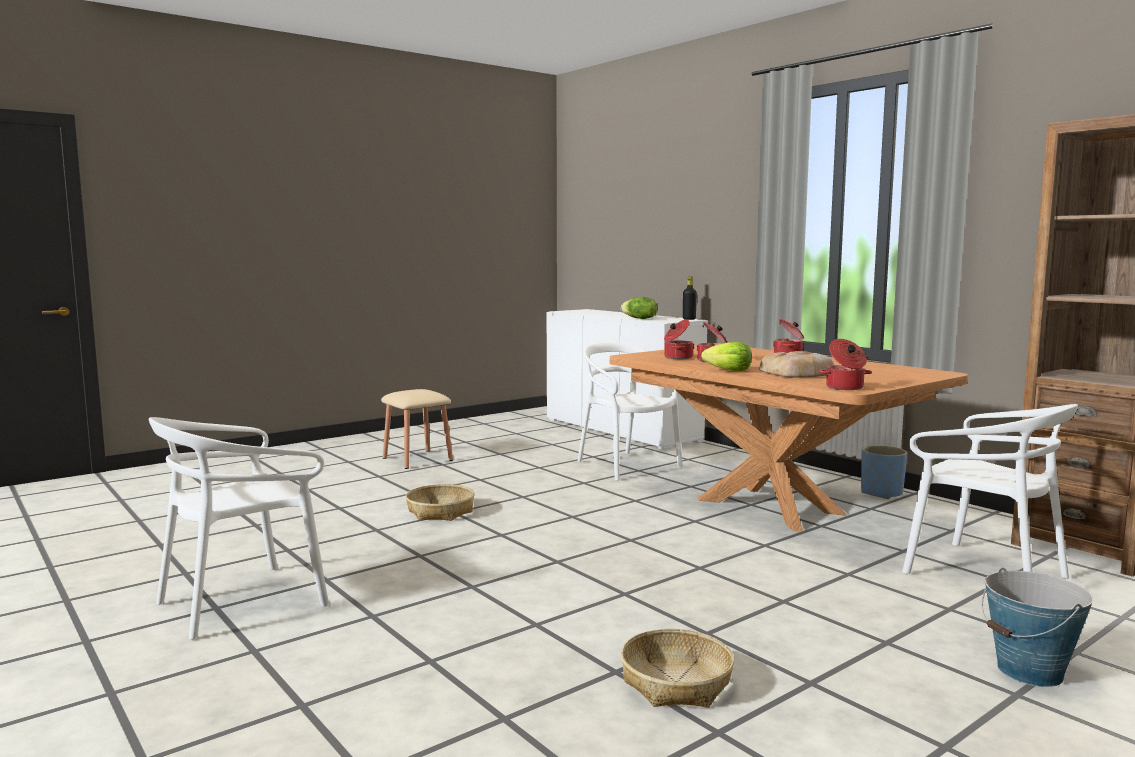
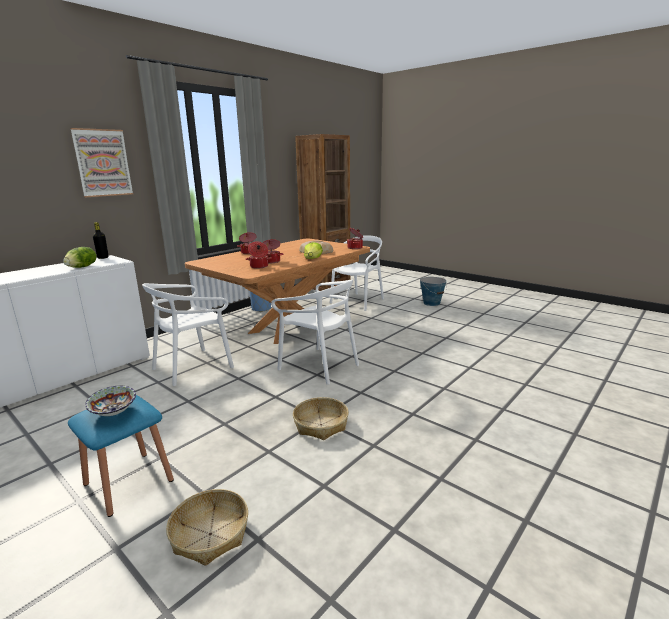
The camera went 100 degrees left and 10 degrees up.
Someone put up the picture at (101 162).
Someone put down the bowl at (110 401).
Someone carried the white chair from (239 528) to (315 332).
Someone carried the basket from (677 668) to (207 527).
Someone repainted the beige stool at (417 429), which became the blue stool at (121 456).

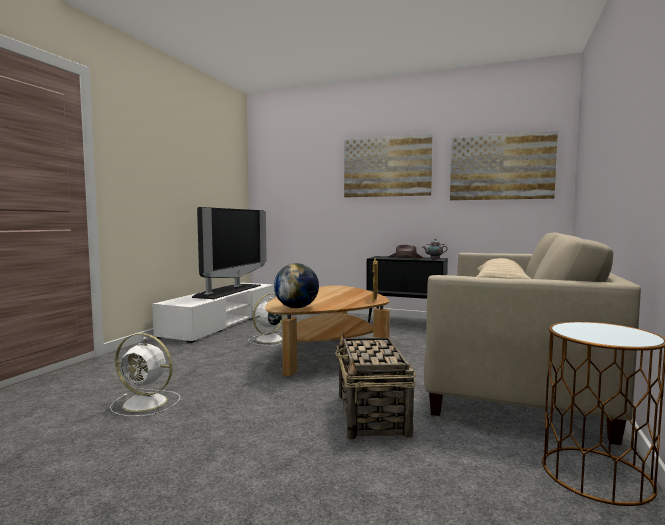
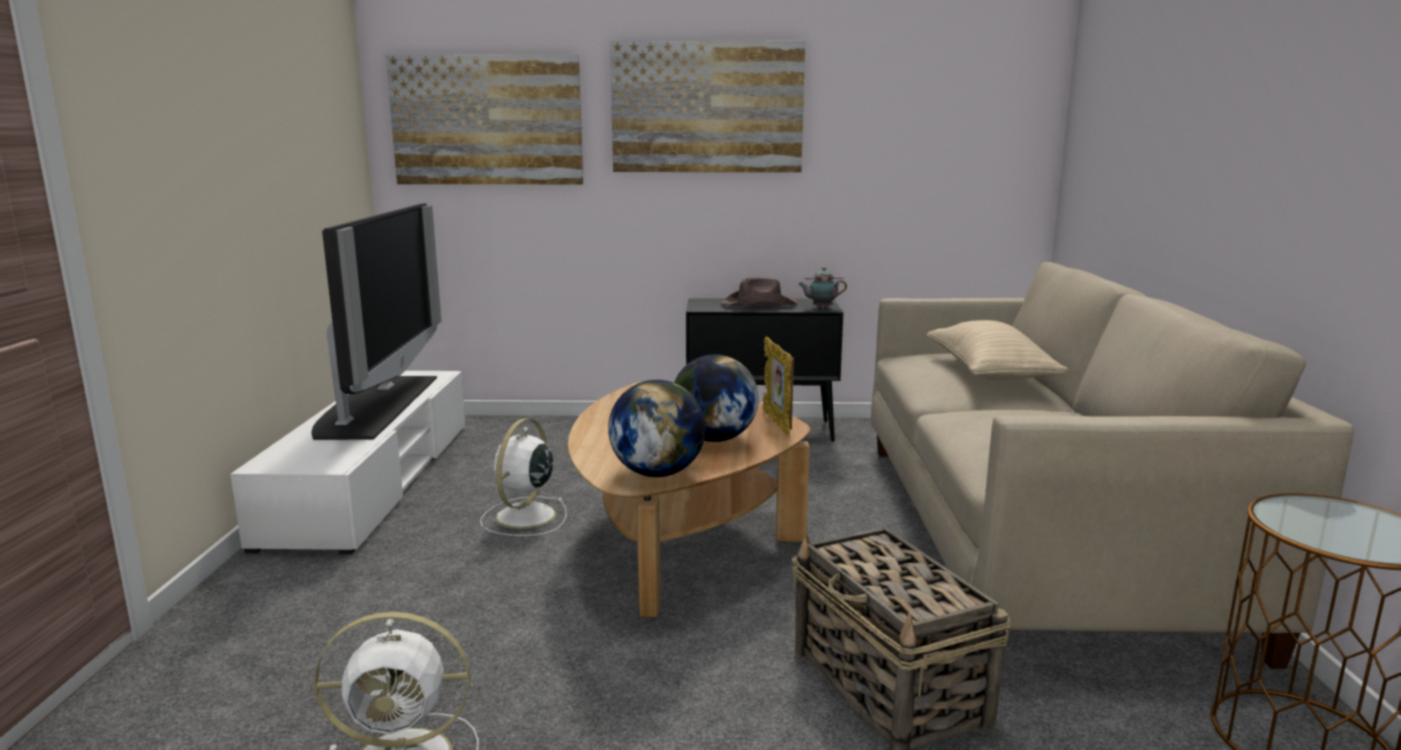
The camera went 20 degrees left and 10 degrees up.
Someone put down the globe at (716 398).
Someone carried the picture from (504 165) to (484 119).

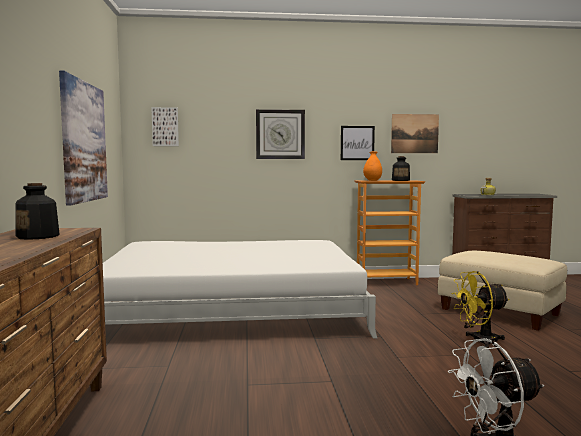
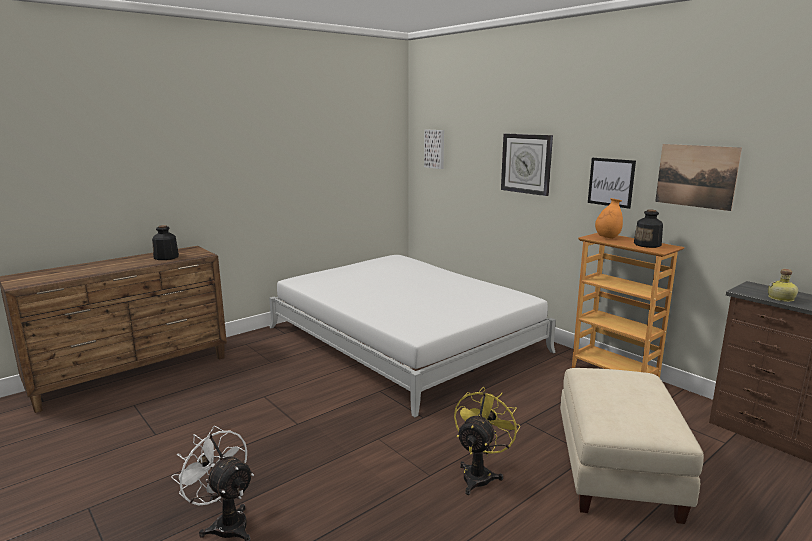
The camera went 55 degrees right and 10 degrees up.
Someone took away the picture at (83 138).
Someone rotated the yellow fan at (480 309) by 75 degrees clockwise.

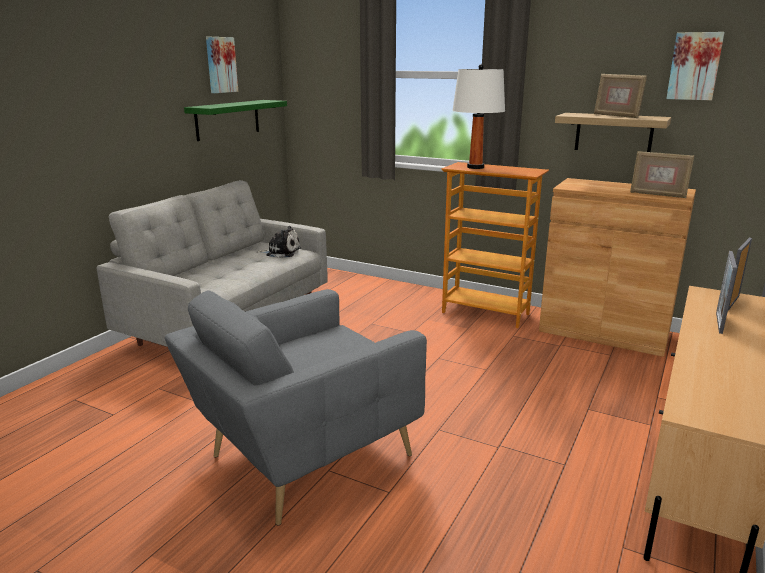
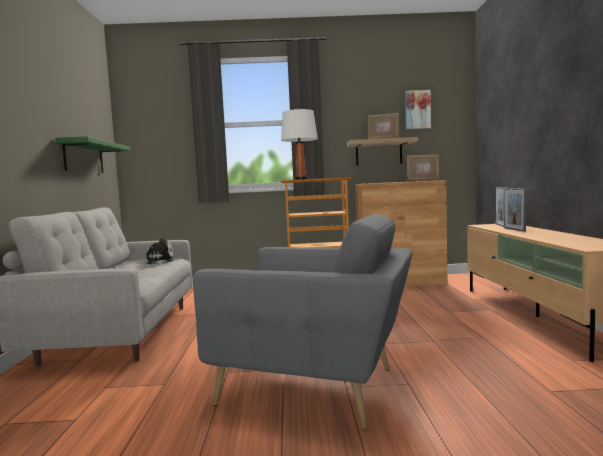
The camera went 30 degrees left and 15 degrees down.
Someone took away the picture at (222 65).
Someone rotated the grey armchair at (296 407) by 90 degrees counterclockwise.

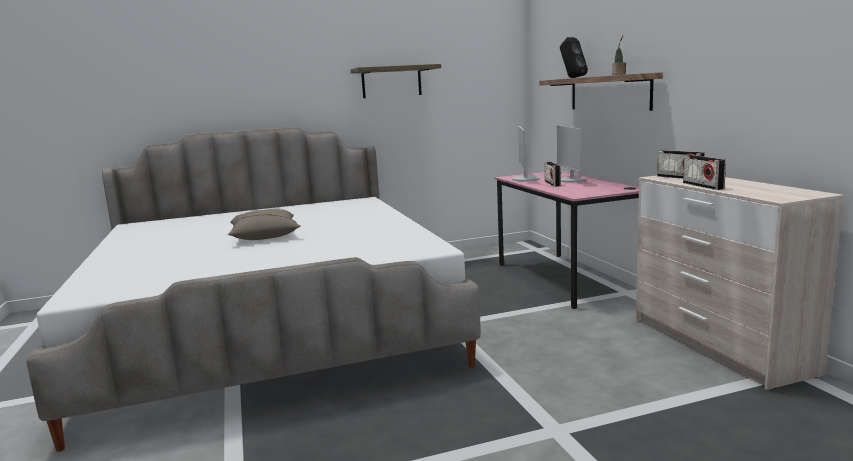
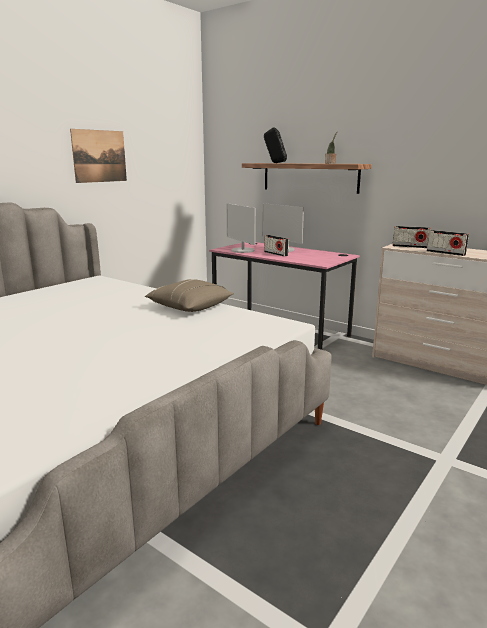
The camera went 35 degrees left and 5 degrees up.
Someone carried the beige pillow from (264 224) to (189 295).
Someone swapped the shelf at (395 81) for the picture at (98 156).

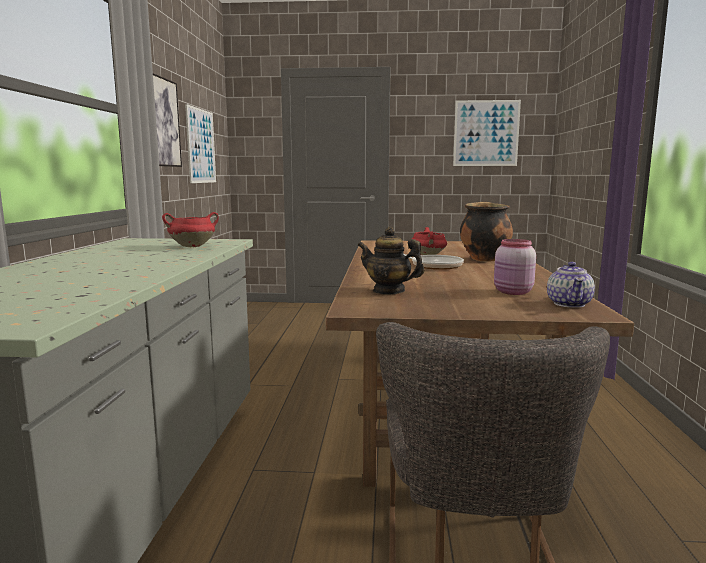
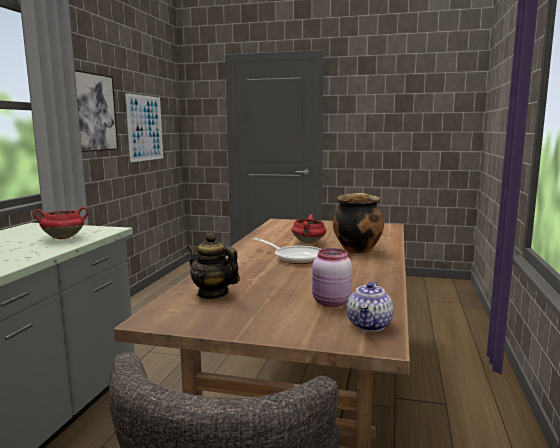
The camera went 10 degrees right and 0 degrees up.
Someone took away the picture at (487 133).

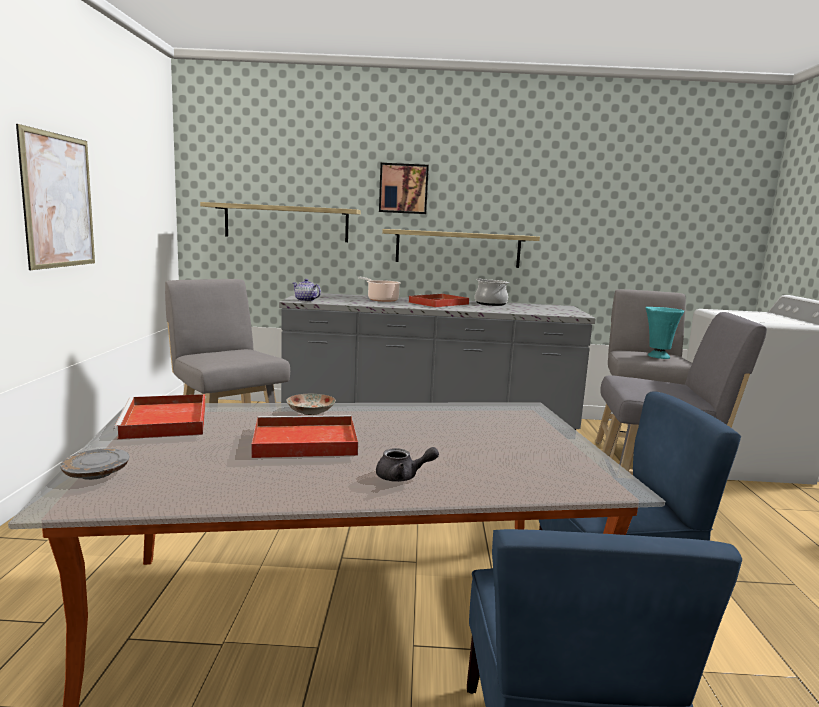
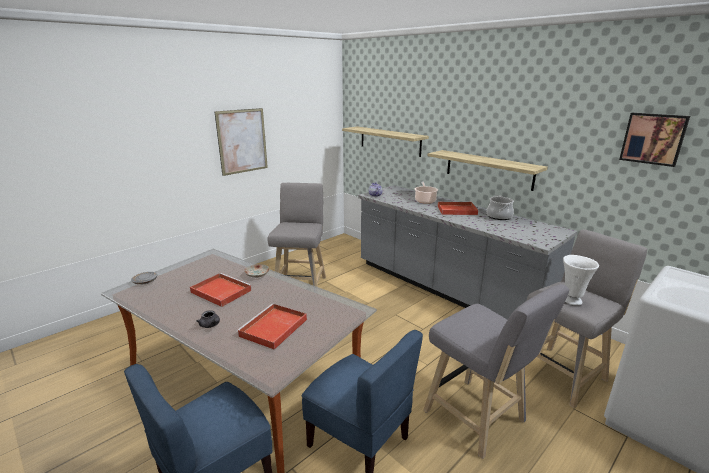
The camera went 45 degrees right and 10 degrees up.
Someone carried the red tray from (159 416) to (272 327).
Someone carried the picture from (404 188) to (654 140).
Someone repainted the turquoise vase at (665 333), which became the white vase at (581 280).

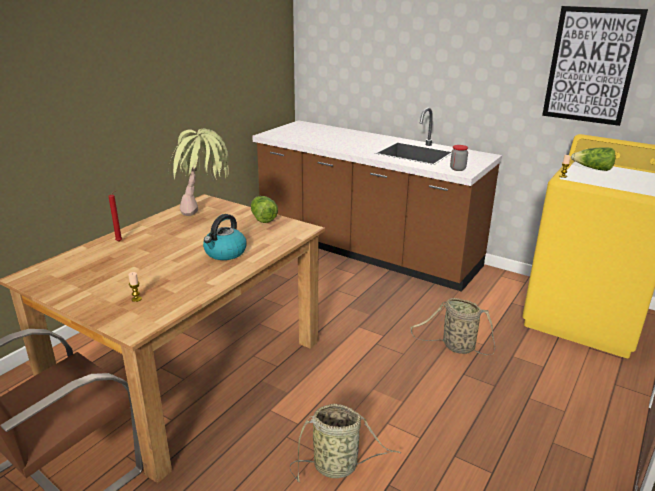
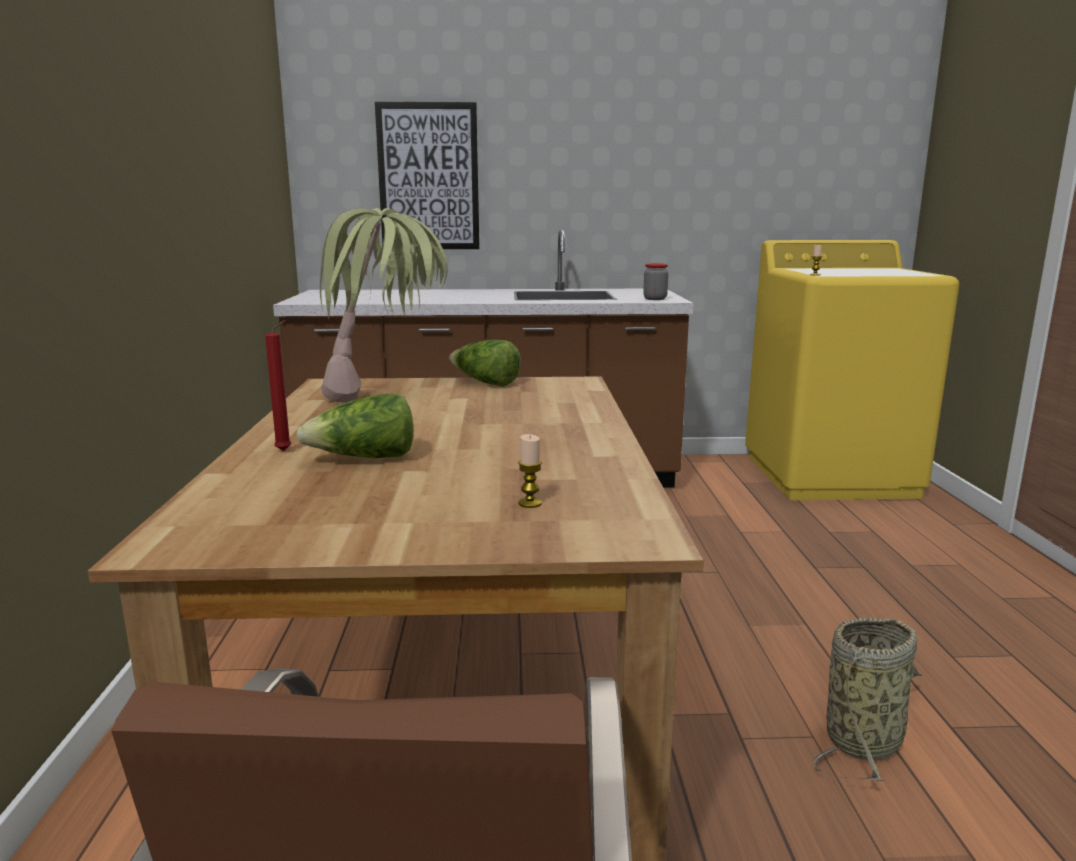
The camera went 35 degrees left and 10 degrees down.
Someone took away the kettle at (225 237).
Someone took away the basket at (453 326).
Someone carried the picture from (595 66) to (427 175).
Someone carried the lettuce from (593 159) to (355 425).

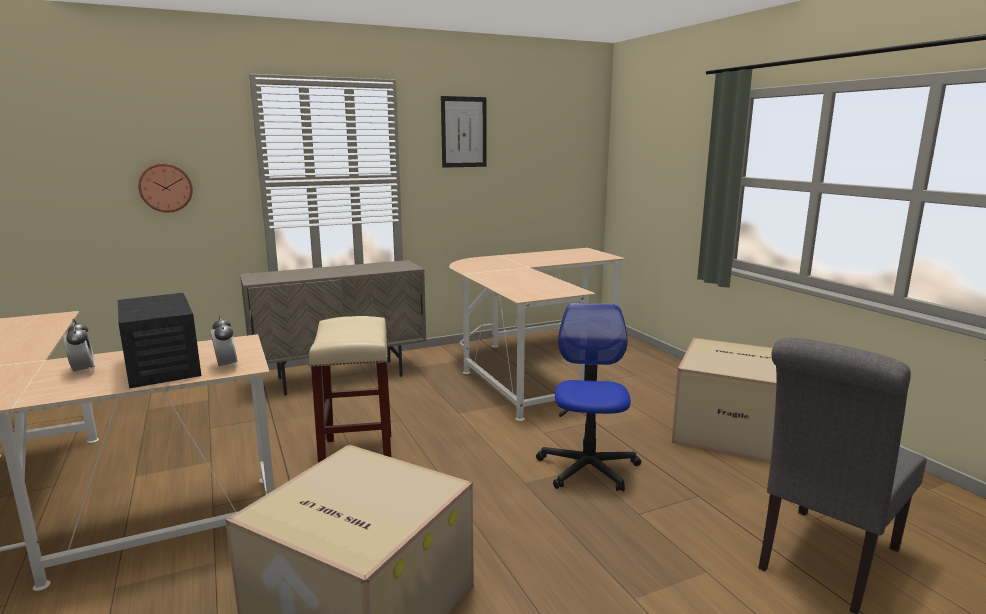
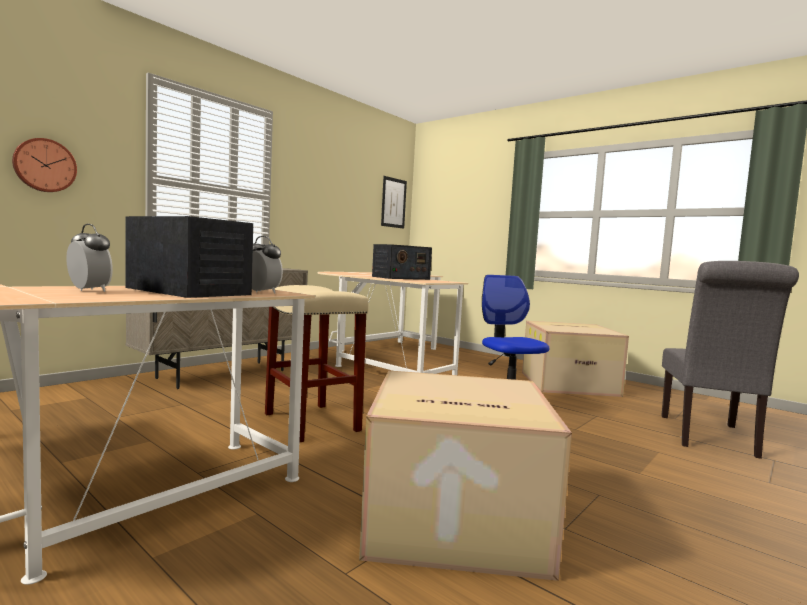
The camera went 25 degrees left and 10 degrees down.
Someone put down the radio at (402 262).
Someone carried the picture from (464 132) to (394 202).

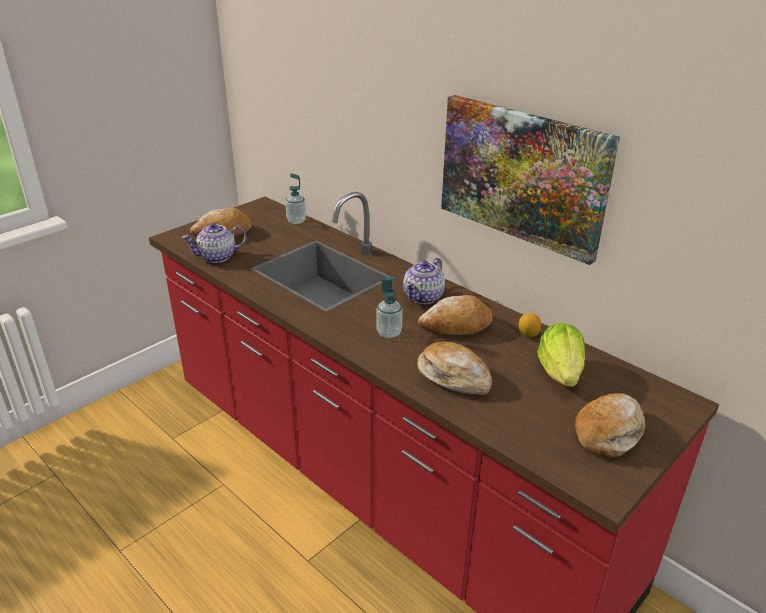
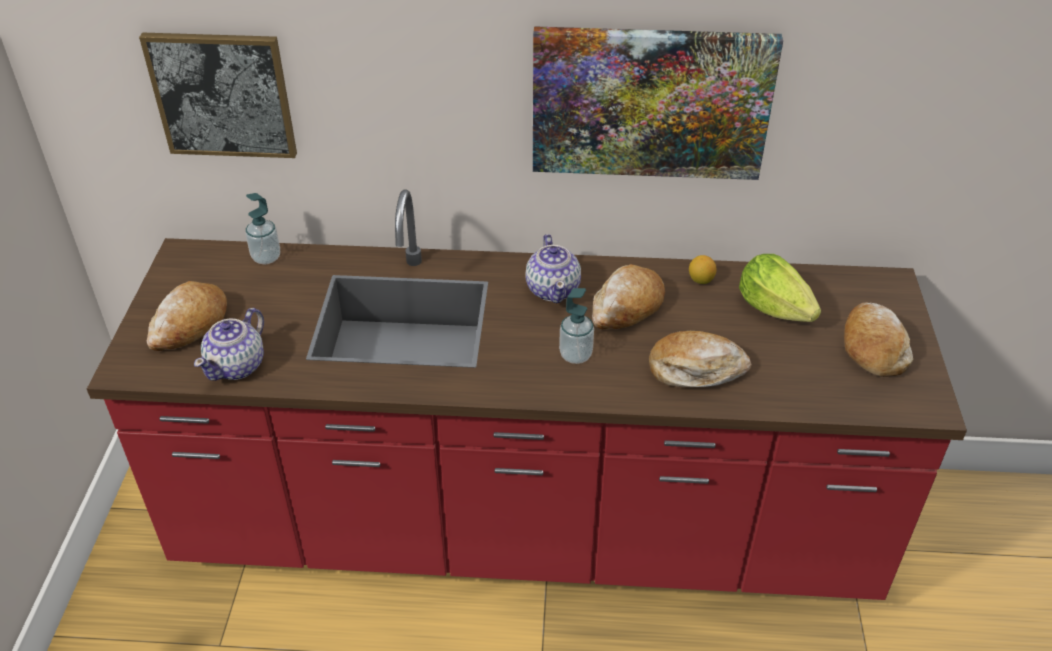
The camera went 40 degrees left and 10 degrees up.
Someone put up the picture at (218 95).

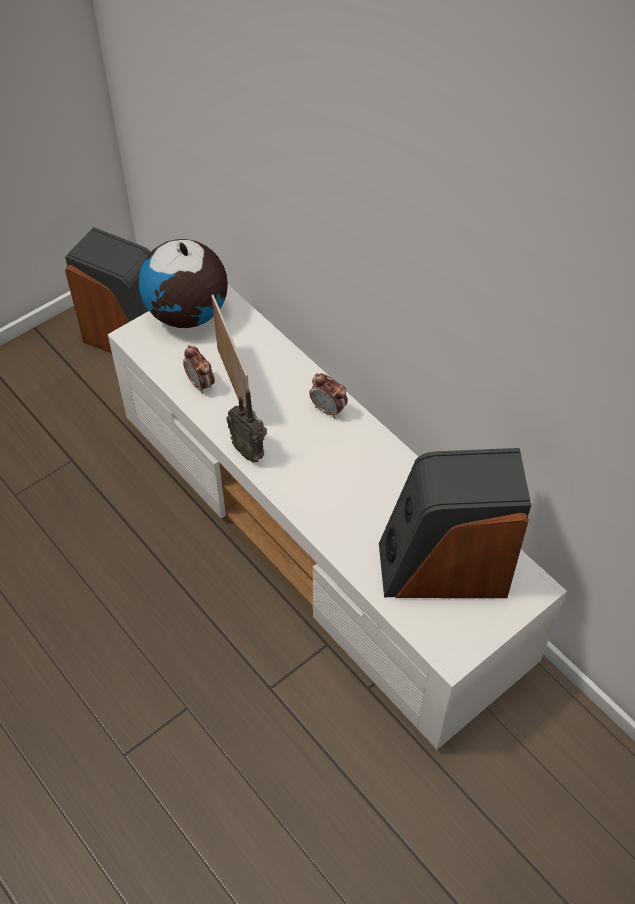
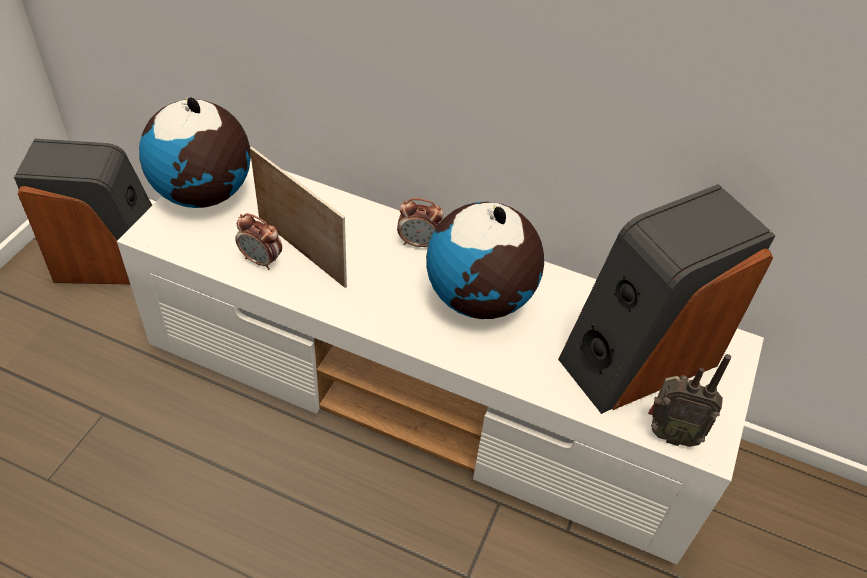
The camera went 30 degrees left and 5 degrees down.
Someone put down the globe at (485 260).
Someone carried the radio from (246 425) to (689 400).

